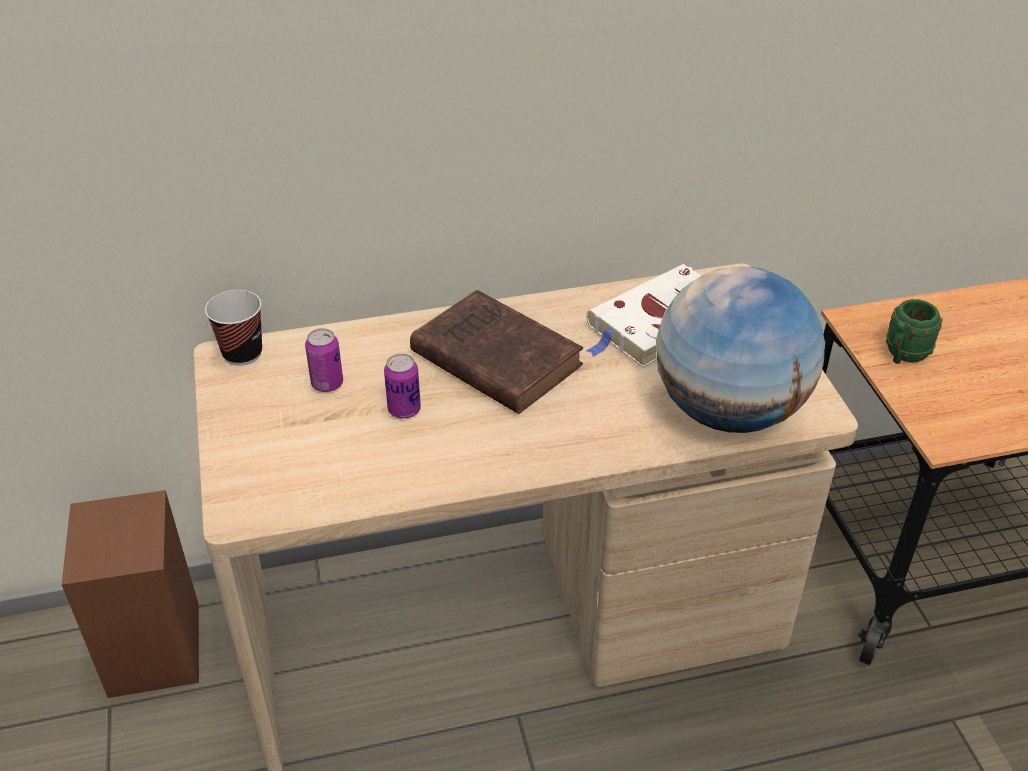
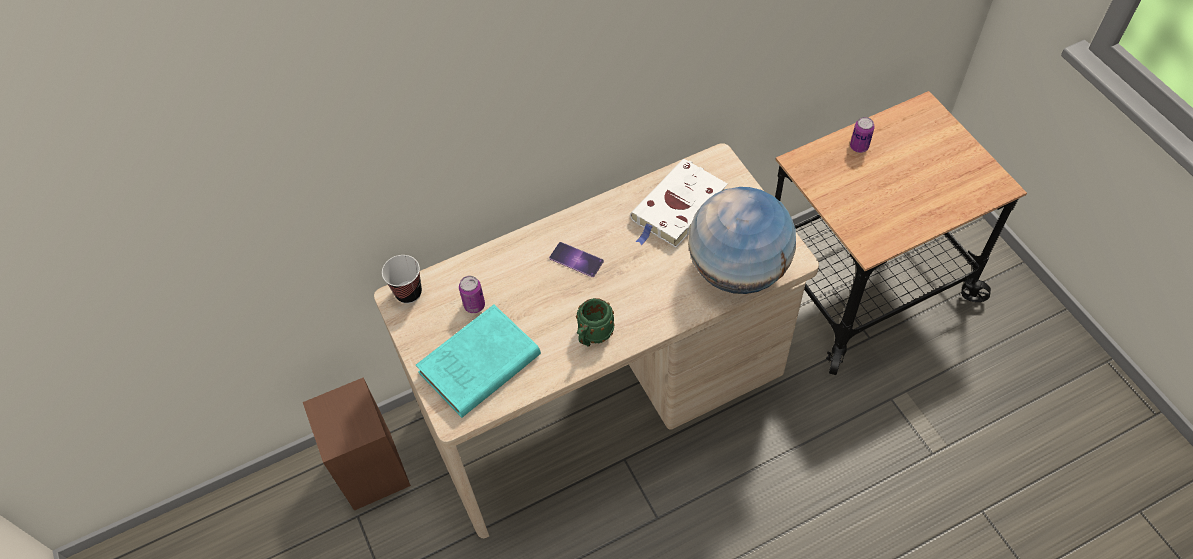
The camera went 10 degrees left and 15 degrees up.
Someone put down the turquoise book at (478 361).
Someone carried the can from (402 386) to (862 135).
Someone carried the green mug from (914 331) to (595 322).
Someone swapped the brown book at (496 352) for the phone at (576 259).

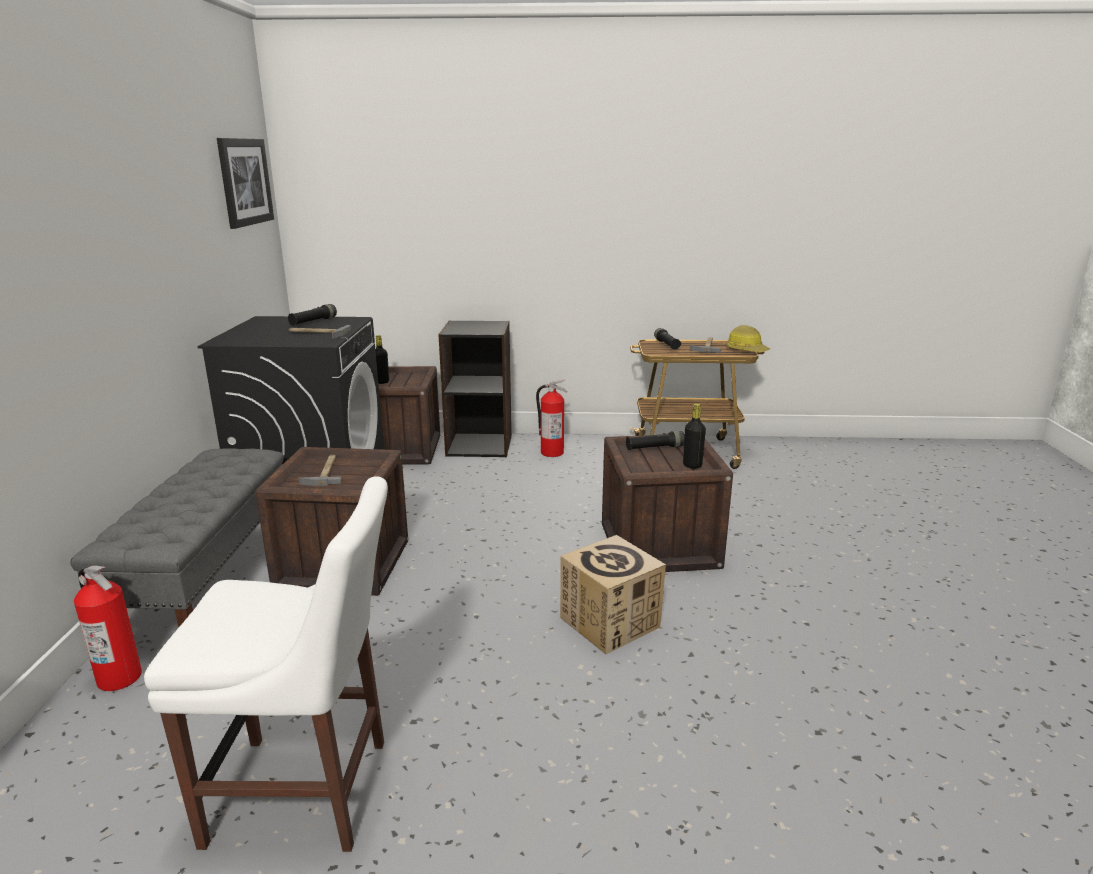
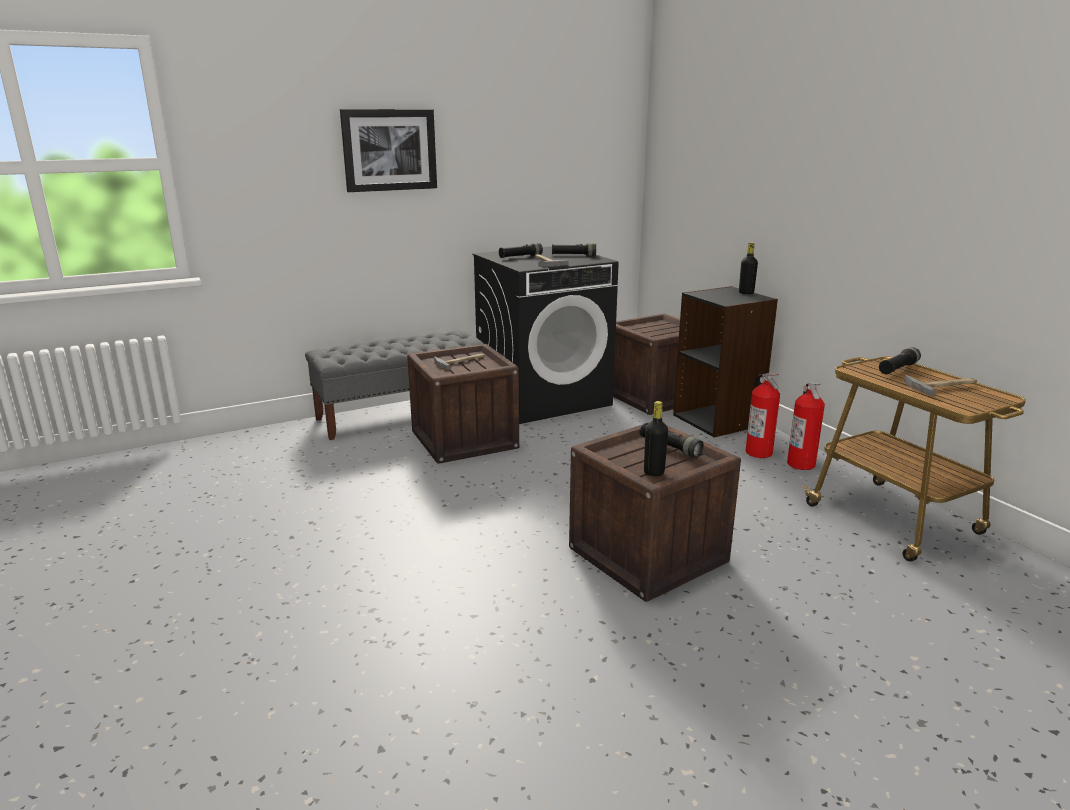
The camera went 60 degrees right and 0 degrees up.
Someone took away the white chair at (266 664).
Someone took away the cardboard box at (613 594).
Someone took away the hard hat at (748 338).
Someone put down the black flashlight at (521 250).
Someone carried the fire extinguisher from (108 628) to (806 426).
Someone carried the picture from (245 183) to (388 150).
Someone carried the black bottle from (382 359) to (748 268).

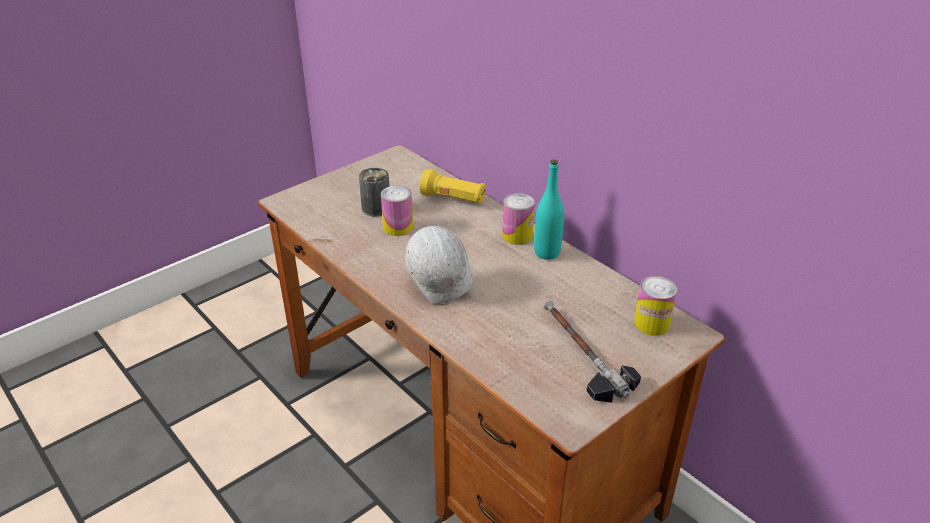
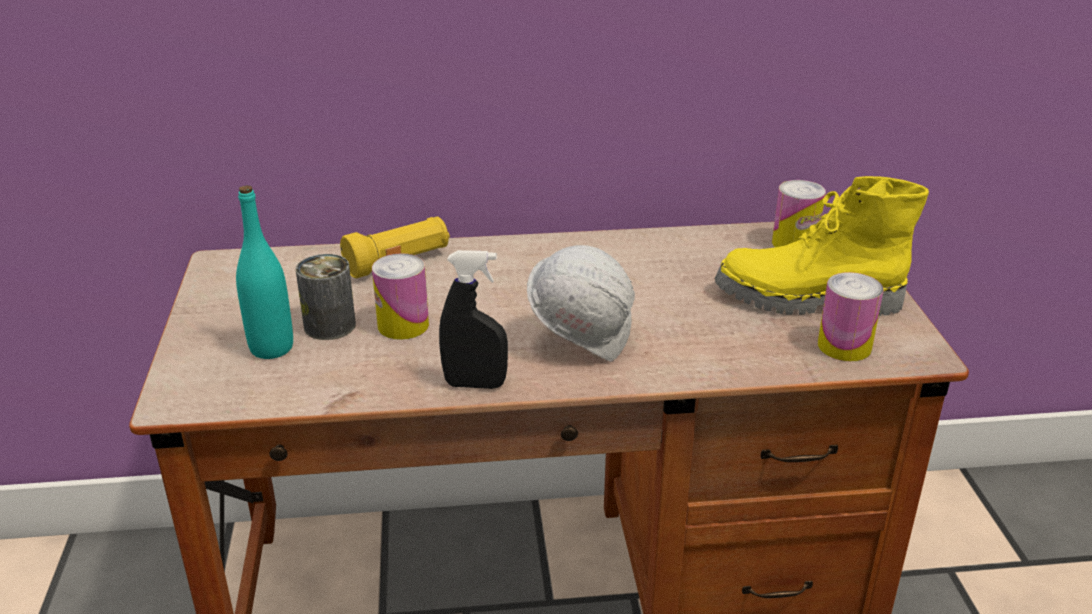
The camera went 55 degrees left and 5 degrees down.
Someone put down the black spray bottle at (473 319).
Someone carried the can from (518 219) to (851 316).
Someone carried the turquoise bottle from (549 210) to (264 272).
Someone swapped the hammer at (592 352) for the yellow boot at (822 246).

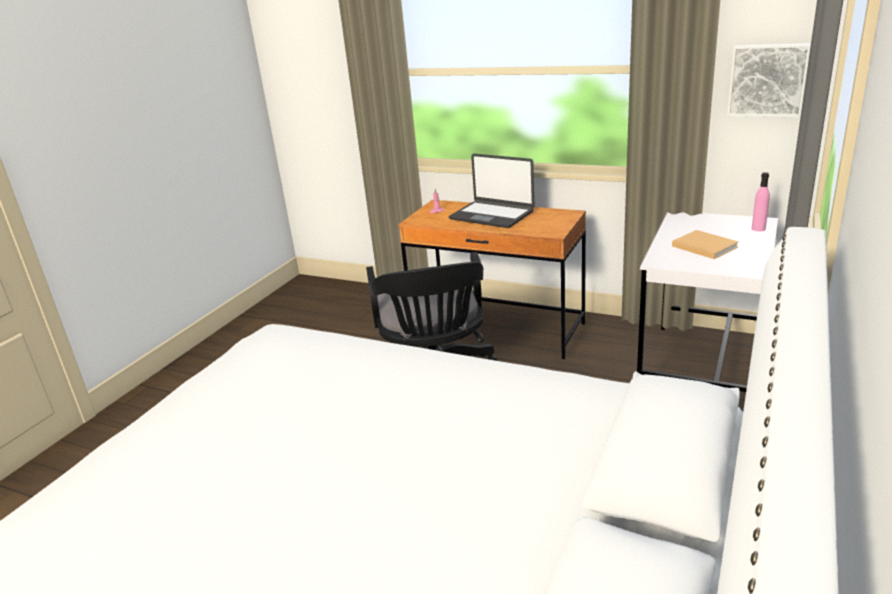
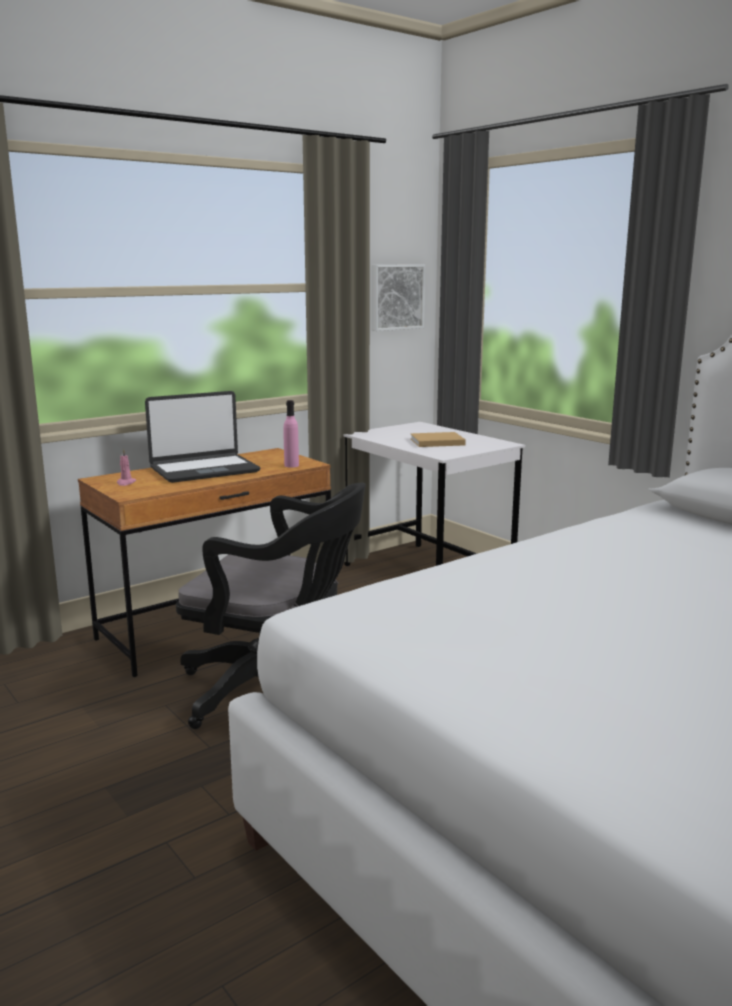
The camera went 65 degrees left and 10 degrees down.
Someone carried the pink bottle from (761 201) to (291 434).

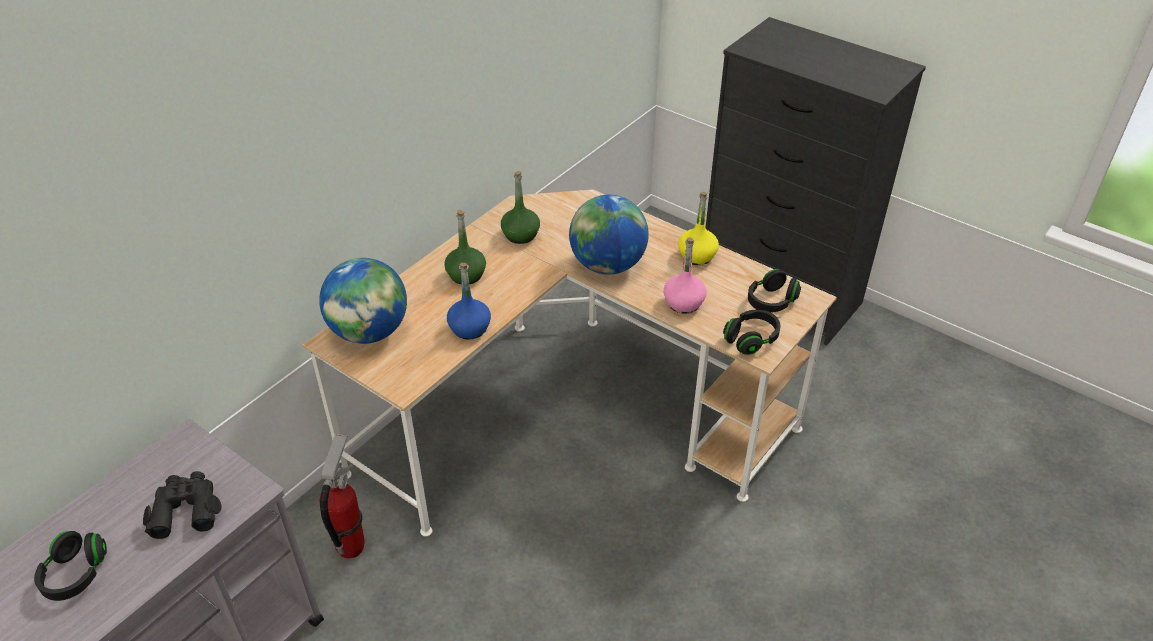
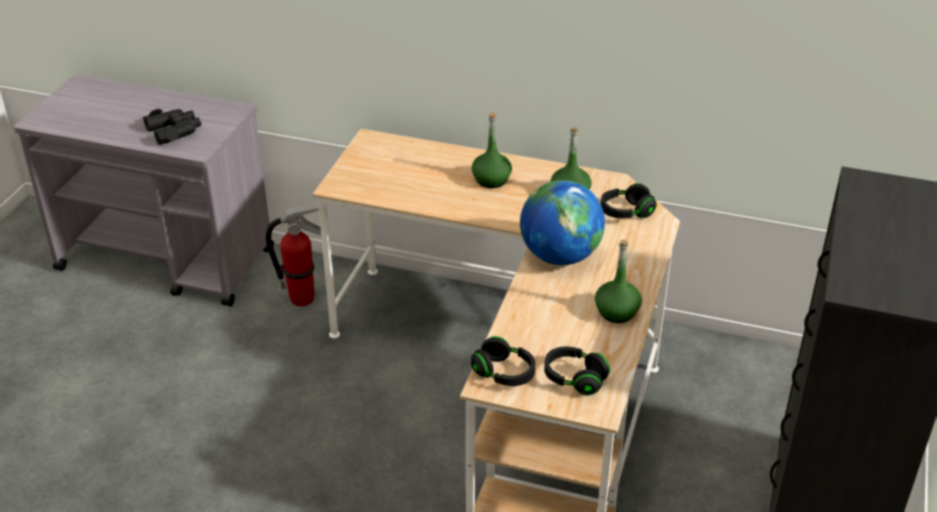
The camera went 70 degrees right and 5 degrees down.
Someone took away the globe at (363 301).
Someone took away the blue bottle at (469 301).
Someone took away the pink bottle at (685 275).
Someone carried the black headphones from (70 566) to (629 200).
Someone repainted the yellow bottle at (698 228), which became the green bottle at (618 281).

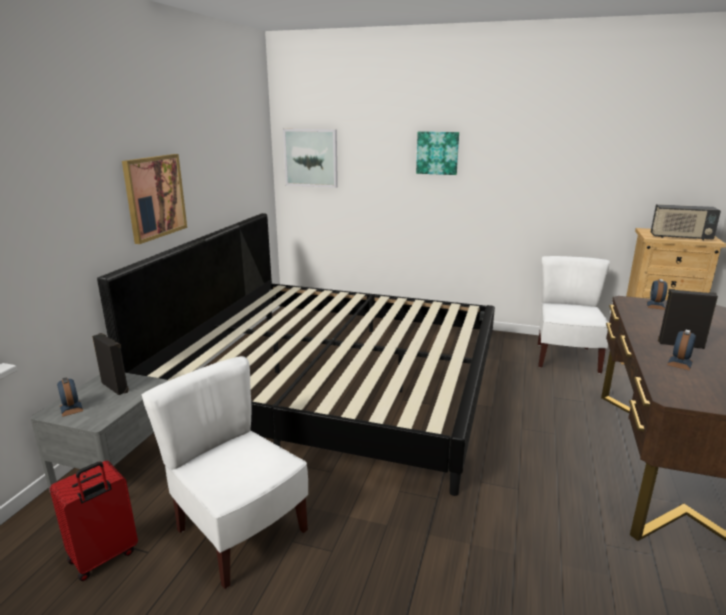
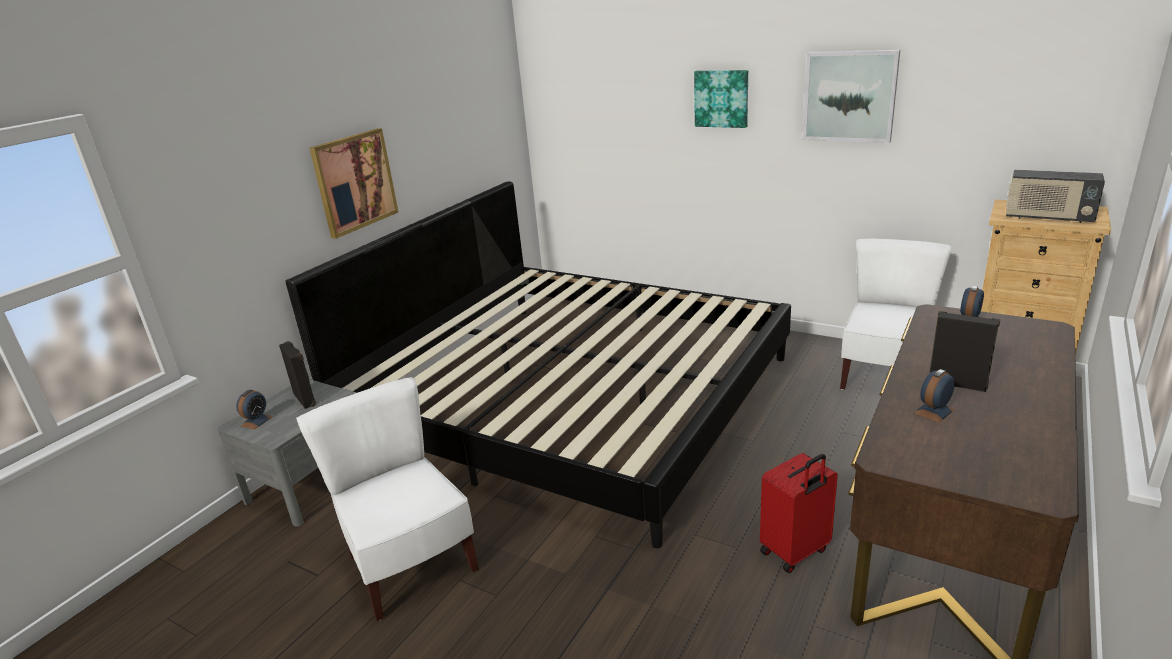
The camera went 15 degrees right and 5 degrees up.
Someone carried the red suitcase from (94 521) to (799 513).
Someone carried the picture from (310 158) to (851 96).
Someone rotated the alarm clock at (70 397) by 45 degrees clockwise.

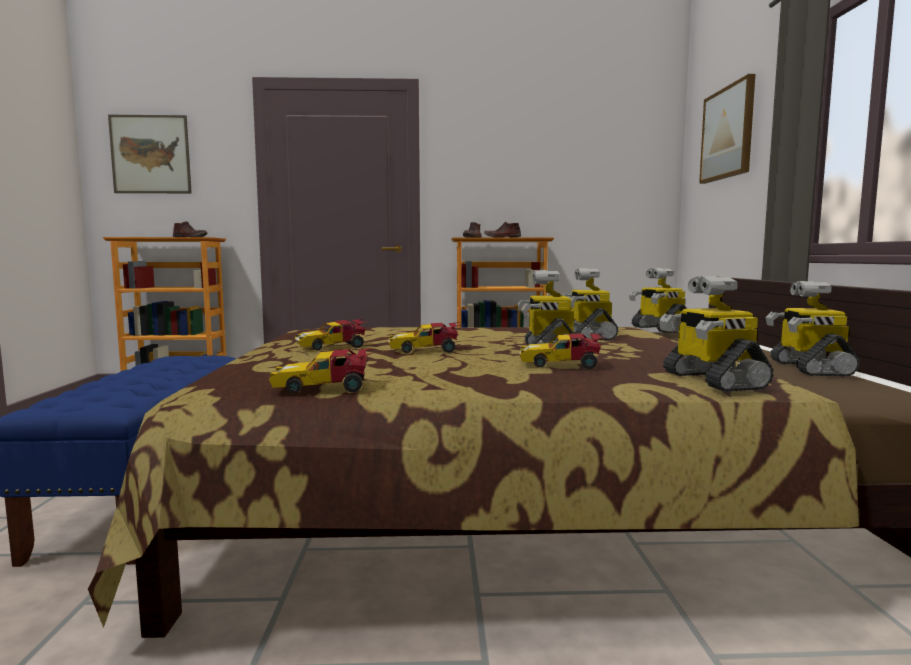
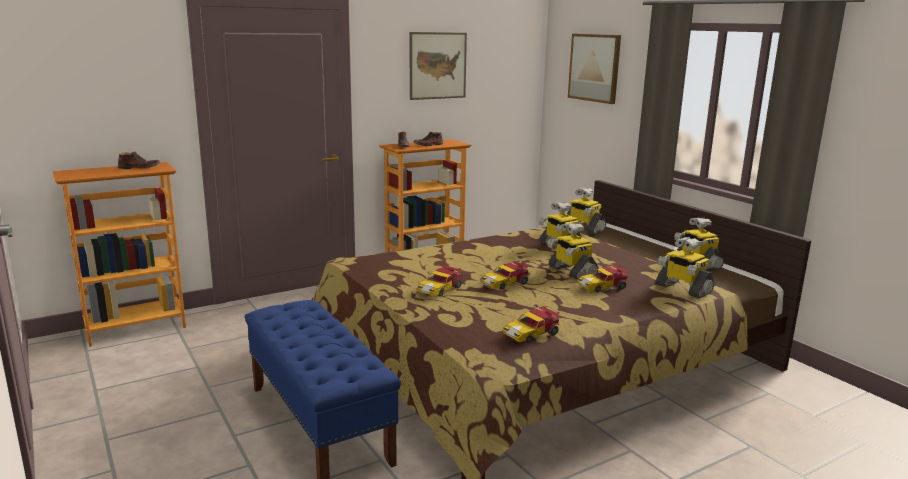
The camera went 30 degrees left and 10 degrees up.
Someone carried the picture from (150 154) to (438 66).

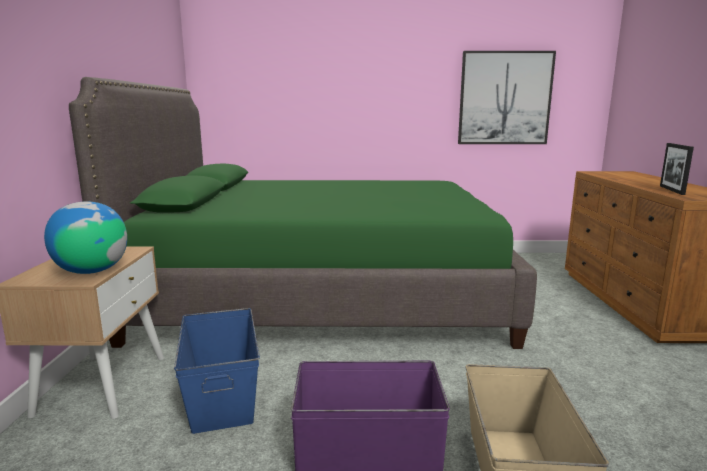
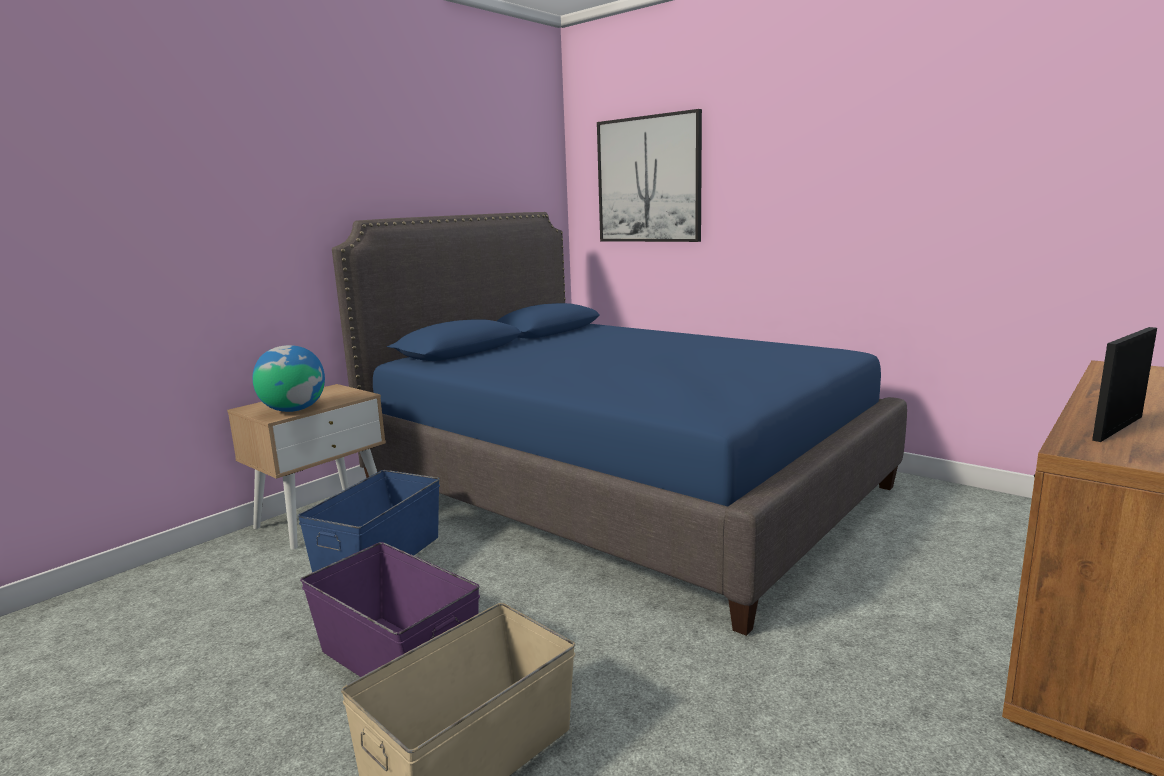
The camera went 40 degrees right and 0 degrees up.
Someone carried the picture from (507 97) to (649 175).
Someone repainted the green bed at (303 213), which became the blue bed at (619 424).

